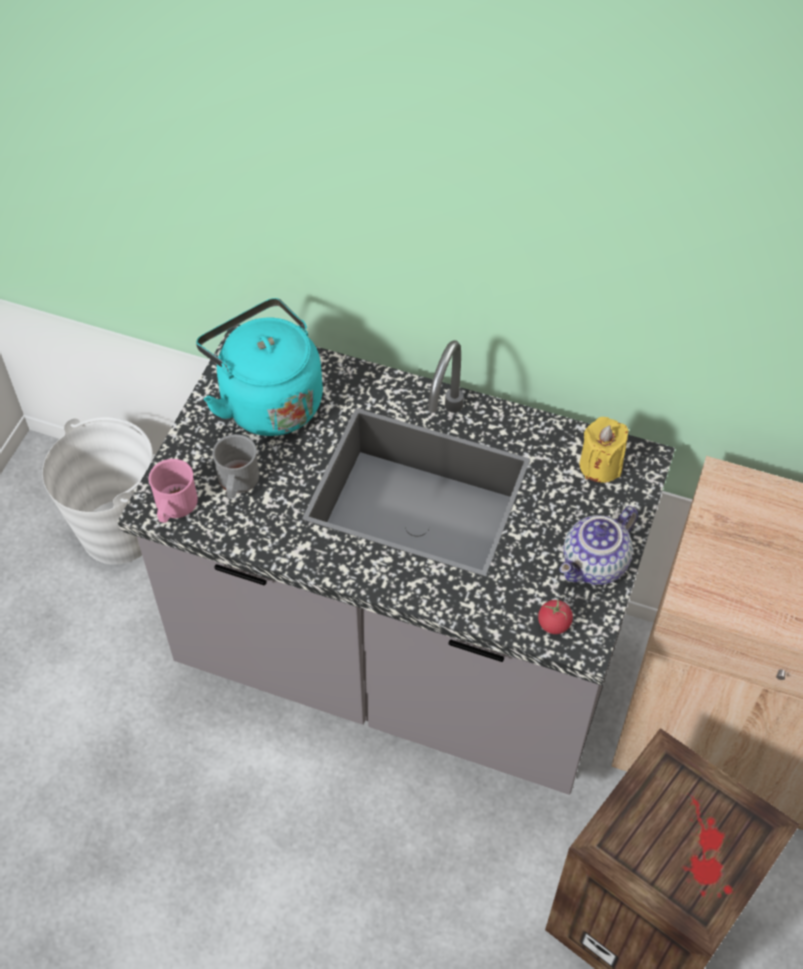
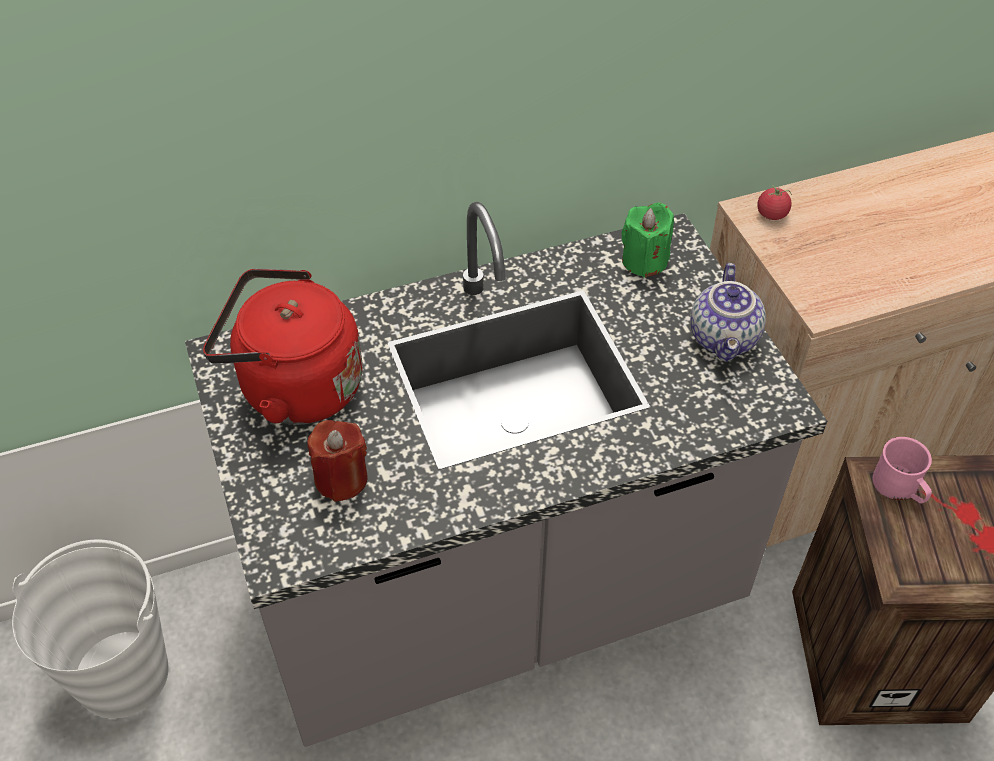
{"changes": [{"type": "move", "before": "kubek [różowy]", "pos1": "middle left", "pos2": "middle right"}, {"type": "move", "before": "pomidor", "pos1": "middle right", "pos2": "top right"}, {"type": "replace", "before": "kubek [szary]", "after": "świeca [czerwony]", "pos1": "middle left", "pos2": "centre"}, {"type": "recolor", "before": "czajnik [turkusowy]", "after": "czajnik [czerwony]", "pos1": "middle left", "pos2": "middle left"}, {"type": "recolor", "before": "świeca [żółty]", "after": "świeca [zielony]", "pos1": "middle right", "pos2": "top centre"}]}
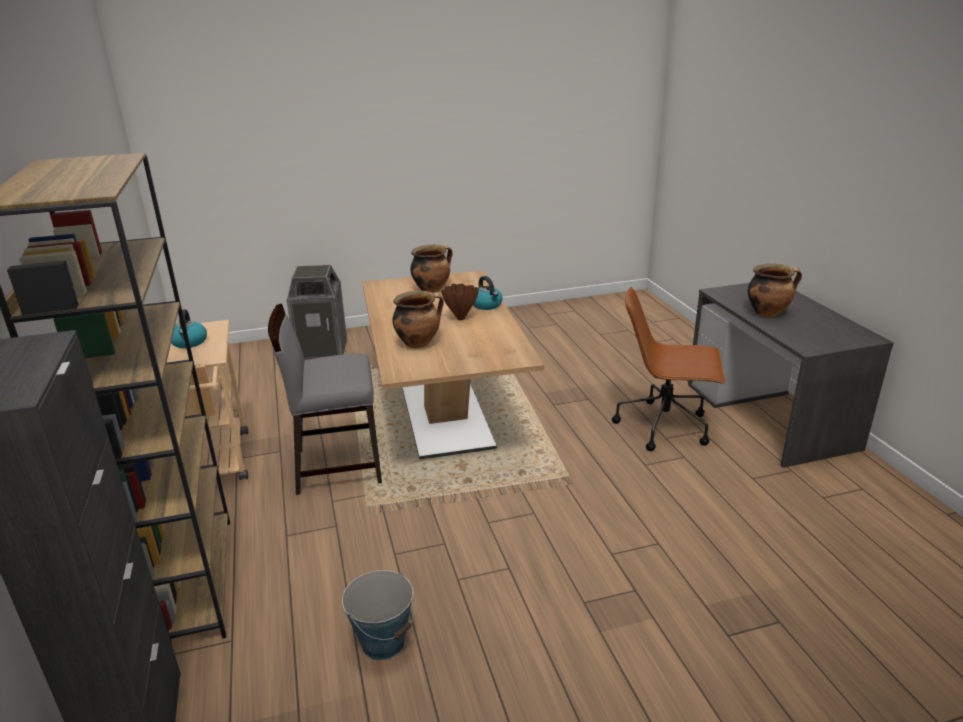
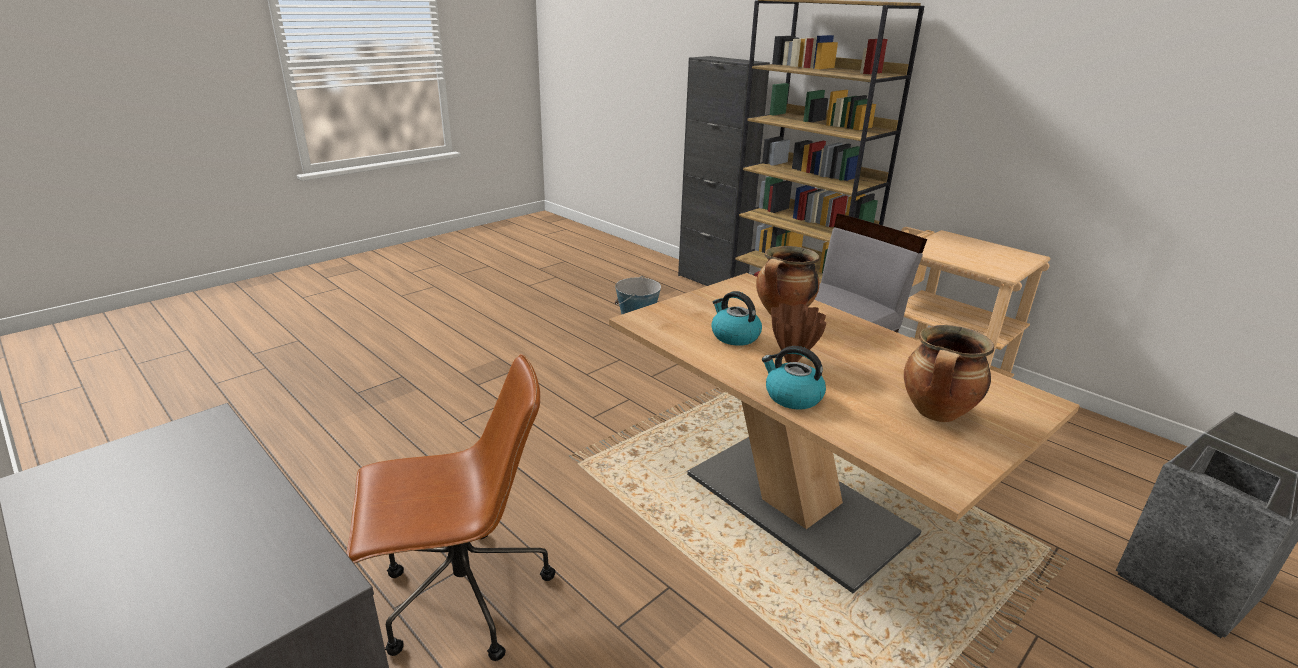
{"changes": [{"type": "delete", "before": "garnek (3rd from left)", "pos1": "middle right"}, {"type": "move", "before": "czajnik (1st from left)", "pos1": "middle left", "pos2": "centre"}]}
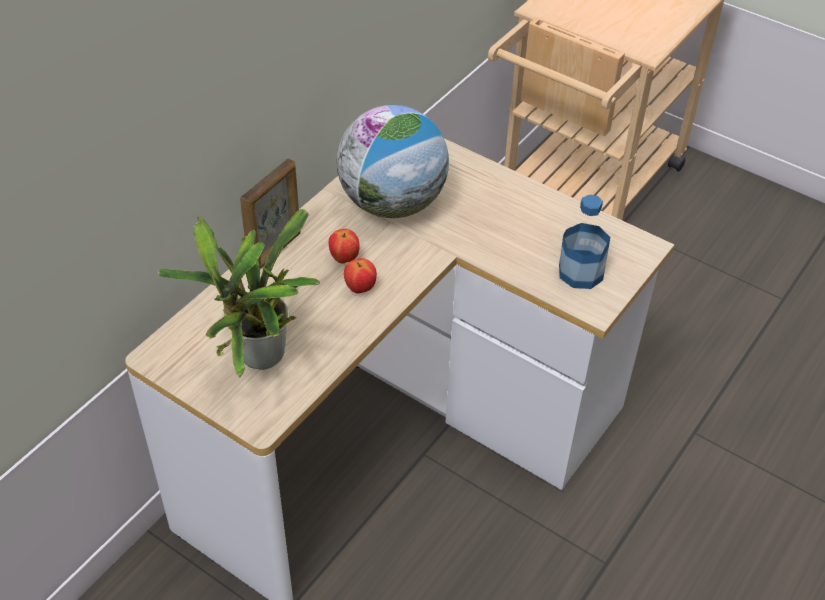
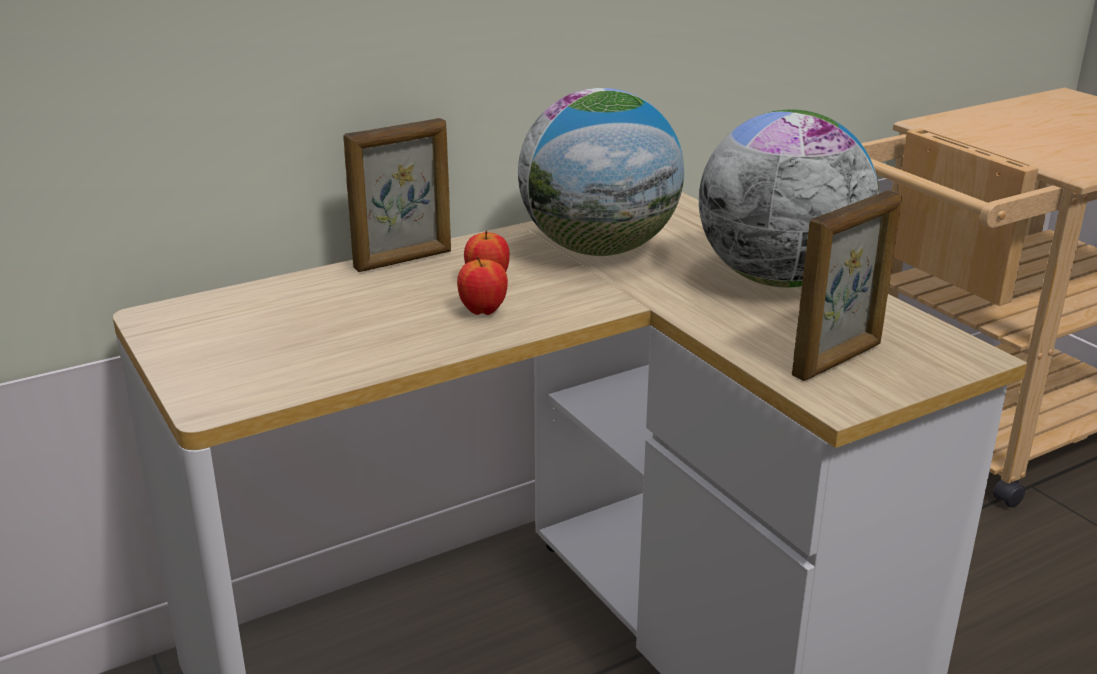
{"changes": [{"type": "delete", "before": "roślina doniczkowa", "pos1": "middle left"}, {"type": "insert", "after": "globus (2nd from left)", "pos2": "top right"}, {"type": "replace", "before": "butelka", "after": "ramka na zdjęcie (2nd from left)", "pos1": "middle right", "pos2": "middle right"}]}
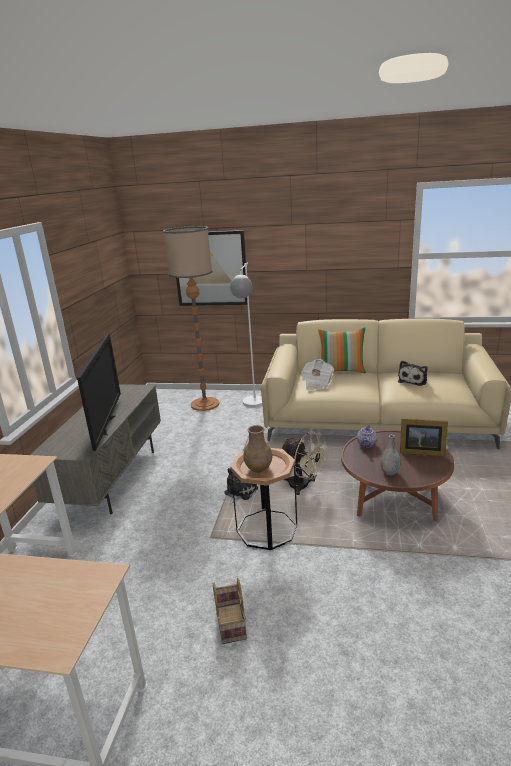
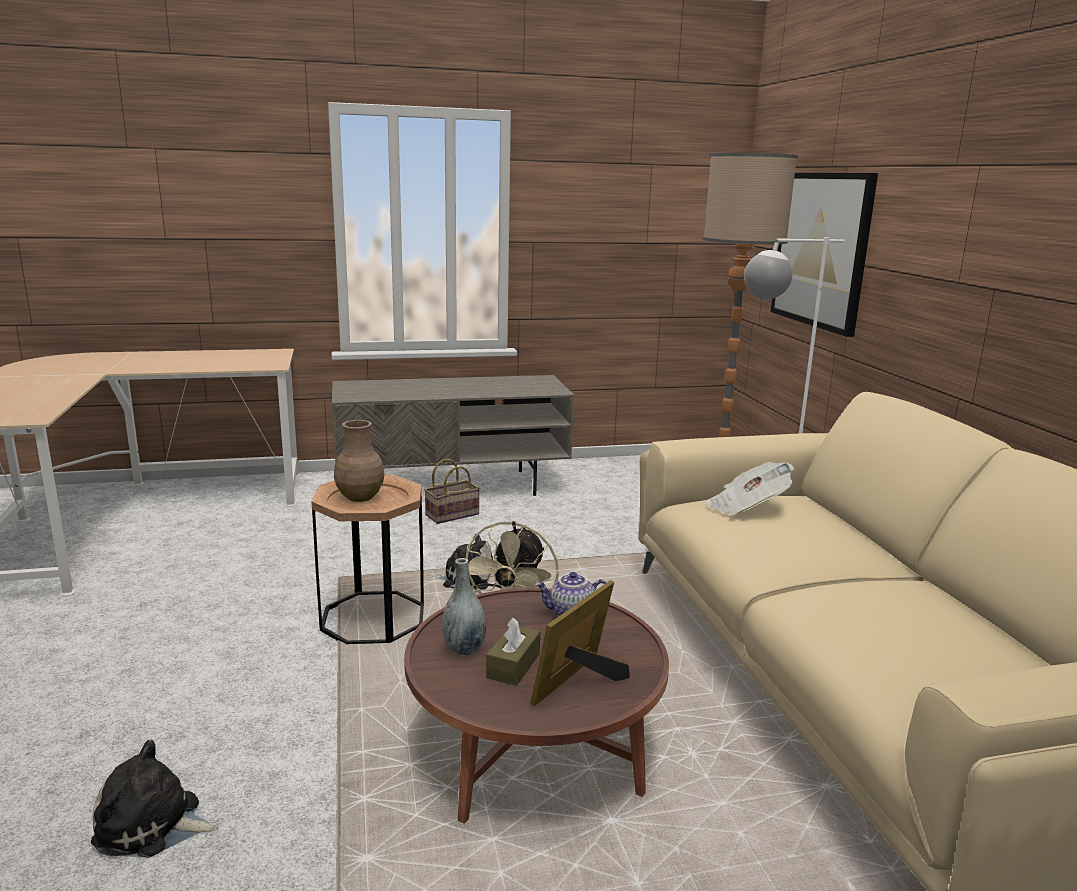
{"changes": [{"type": "delete", "before": "telewizor", "pos1": "middle left"}, {"type": "delete", "before": "poduszka", "pos1": "middle right"}, {"type": "insert", "after": "pudełko chusteczek [brązowy]", "pos2": "bottom centre"}, {"type": "move", "before": "koszyk", "pos1": "bottom centre", "pos2": "centre"}, {"type": "move", "before": "pluszak (2nd from left in the first image)", "after": "pluszak (1st from left)", "pos1": "middle right", "pos2": "bottom left"}, {"type": "rotate", "before": "ramka na zdjęcie", "pos1": "middle right", "pos2": "bottom centre", "turn": 45}]}
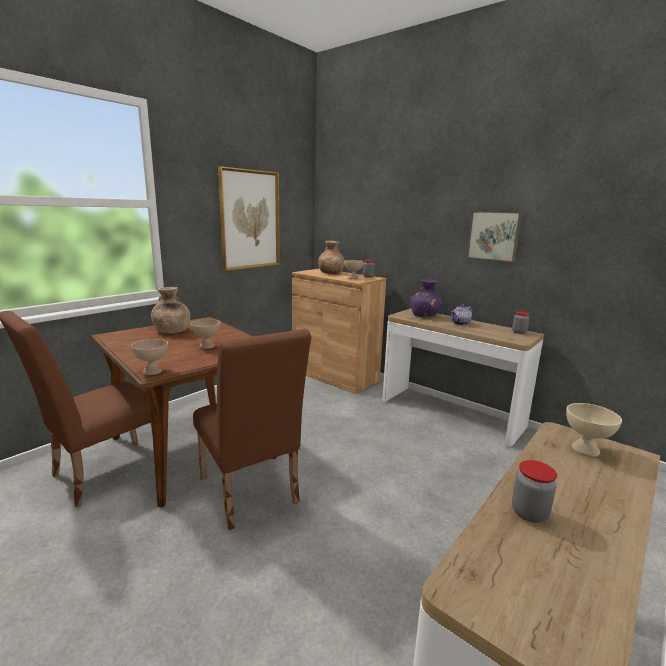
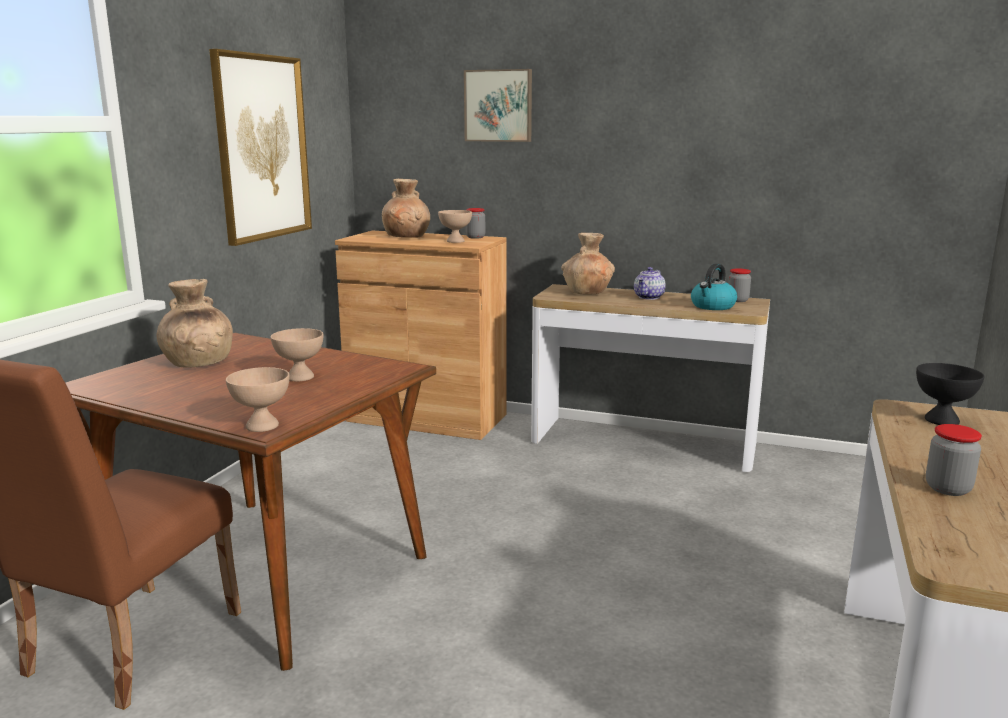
{"changes": [{"type": "delete", "before": "krzesło [brązowy] (2nd from left)", "pos1": "centre"}, {"type": "insert", "after": "czajnik", "pos2": "middle right"}, {"type": "move", "before": "obraz (2nd from left)", "pos1": "middle right", "pos2": "top centre"}, {"type": "recolor", "before": "wazon [fioletowy]", "after": "wazon [brązowy] (3rd from left)", "pos1": "centre", "pos2": "centre"}, {"type": "recolor", "before": "miska [beżowy] (4th from left)", "after": "miska [czarny]", "pos1": "middle right", "pos2": "middle right"}]}
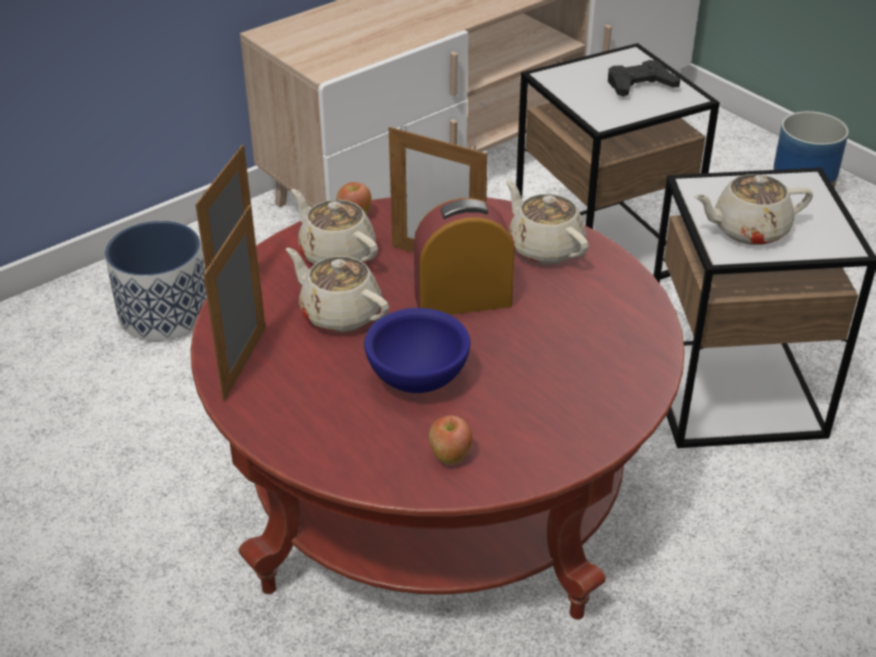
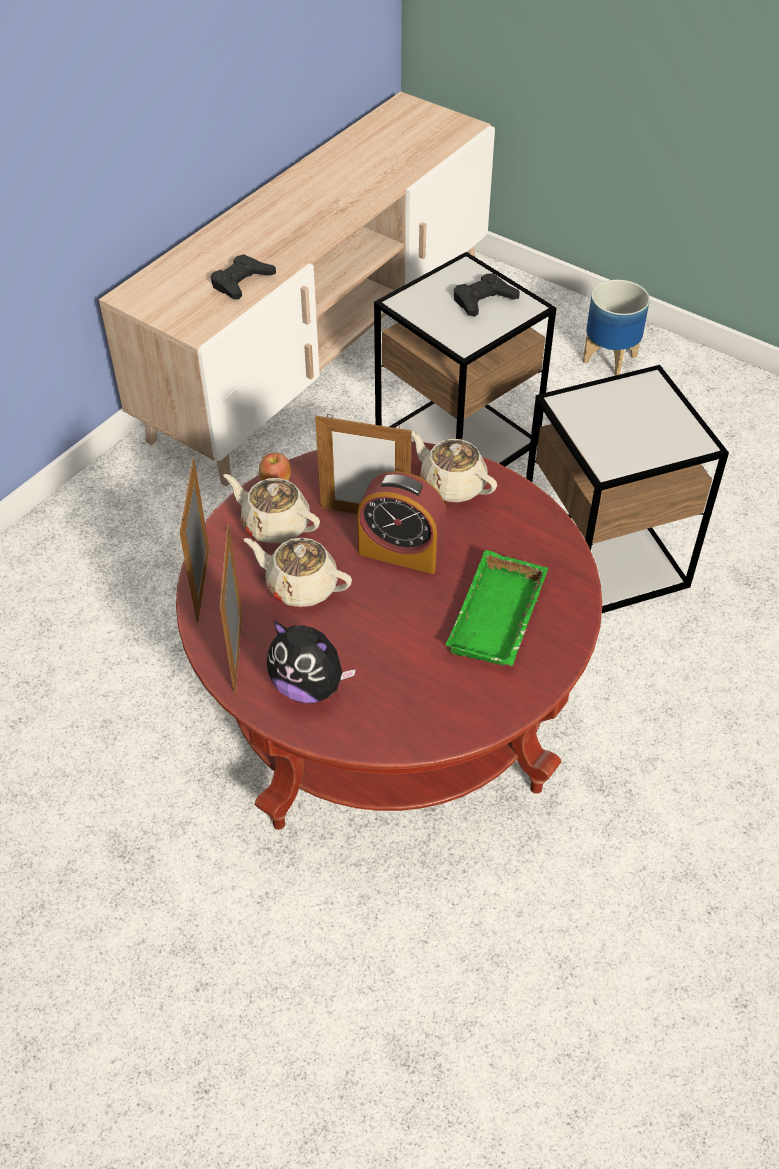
{"changes": [{"type": "delete", "before": "donica (1st from left)", "pos1": "middle left"}, {"type": "delete", "before": "miska [niebieski]", "pos1": "centre"}, {"type": "delete", "before": "jabłko (2nd from left)", "pos1": "bottom centre"}, {"type": "delete", "before": "imbryk [beżowy] (4th from left)", "pos1": "top right"}, {"type": "insert", "after": "pad do gier [czarny] (1st from left)", "pos2": "top left"}, {"type": "insert", "after": "pluszak", "pos2": "centre"}, {"type": "insert", "after": "taca [zielony]", "pos2": "centre"}, {"type": "rotate", "before": "budzik", "pos1": "centre", "pos2": "centre", "turn": -135}]}
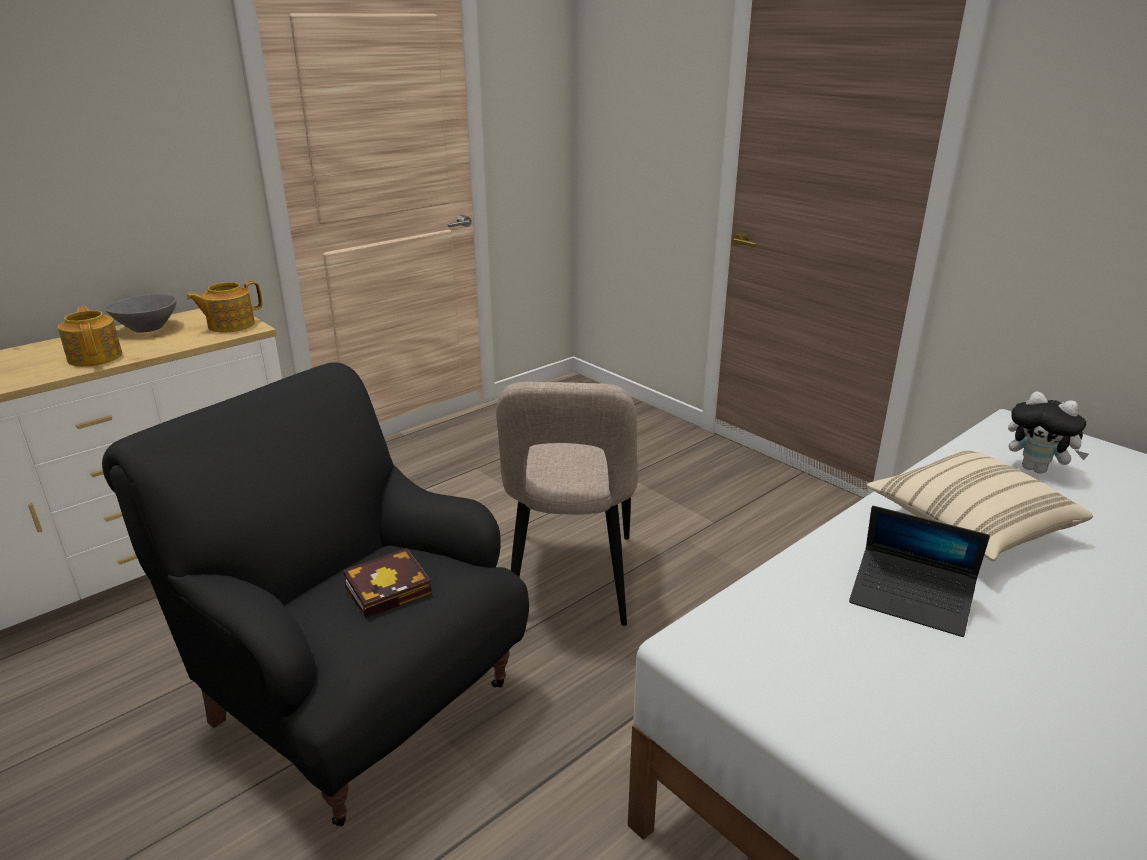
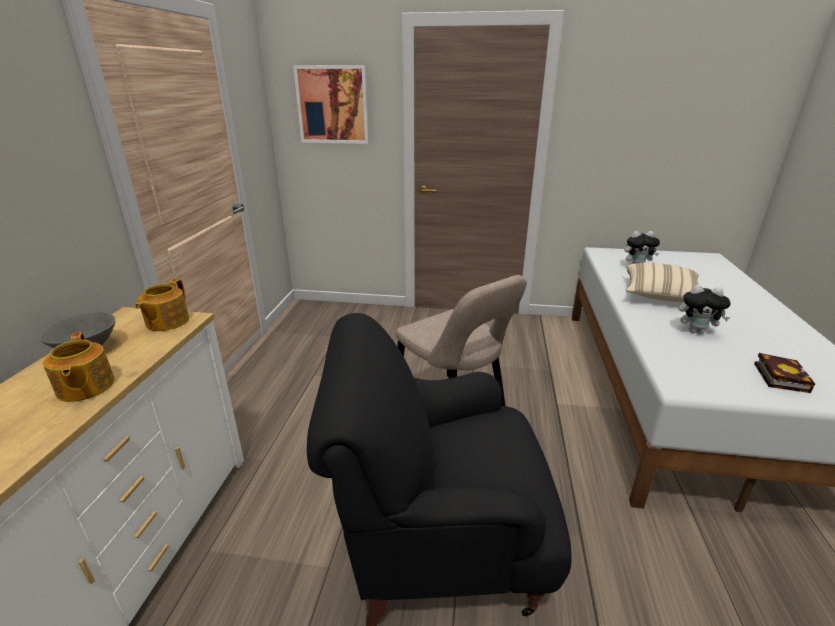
{"changes": [{"type": "insert", "after": "obraz", "pos2": "top centre"}, {"type": "move", "before": "książka", "pos1": "bottom centre", "pos2": "middle right"}, {"type": "replace", "before": "laptop", "after": "pluszak (2nd from left)", "pos1": "middle right", "pos2": "middle right"}, {"type": "rotate", "before": "imbryk (1st from left)", "pos1": "middle left", "pos2": "middle left", "turn": -135}]}
